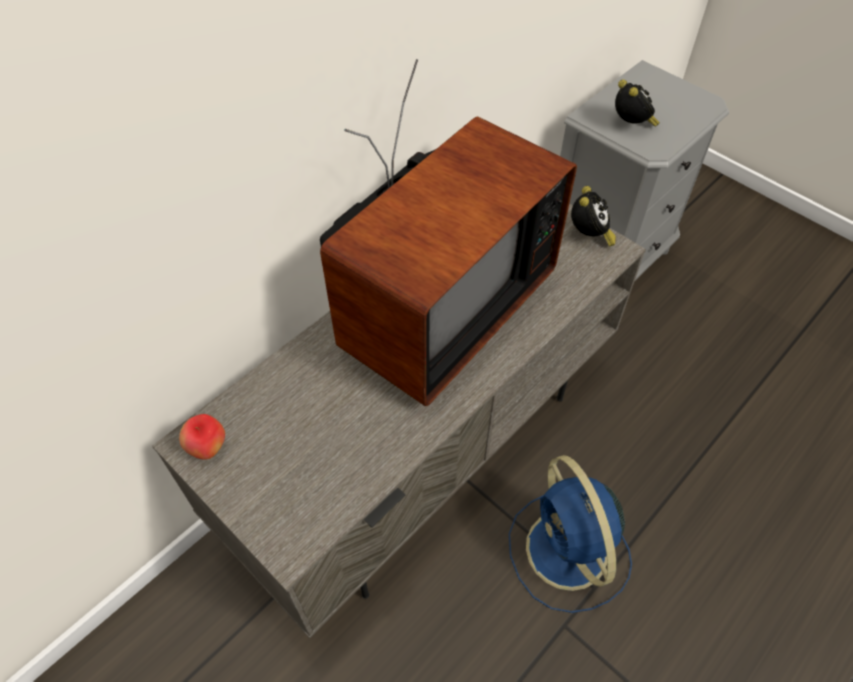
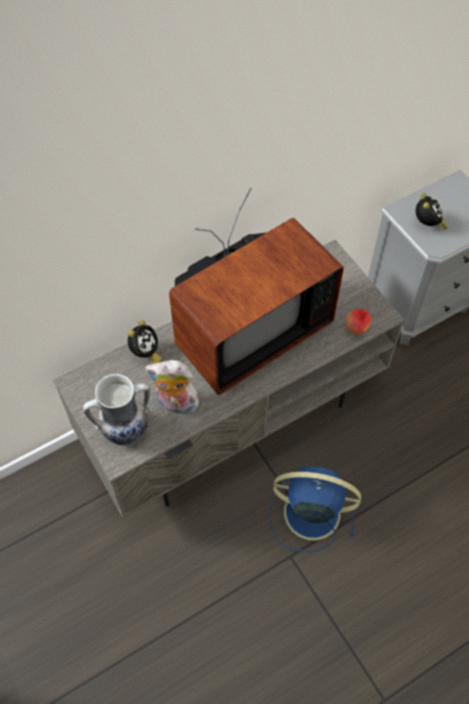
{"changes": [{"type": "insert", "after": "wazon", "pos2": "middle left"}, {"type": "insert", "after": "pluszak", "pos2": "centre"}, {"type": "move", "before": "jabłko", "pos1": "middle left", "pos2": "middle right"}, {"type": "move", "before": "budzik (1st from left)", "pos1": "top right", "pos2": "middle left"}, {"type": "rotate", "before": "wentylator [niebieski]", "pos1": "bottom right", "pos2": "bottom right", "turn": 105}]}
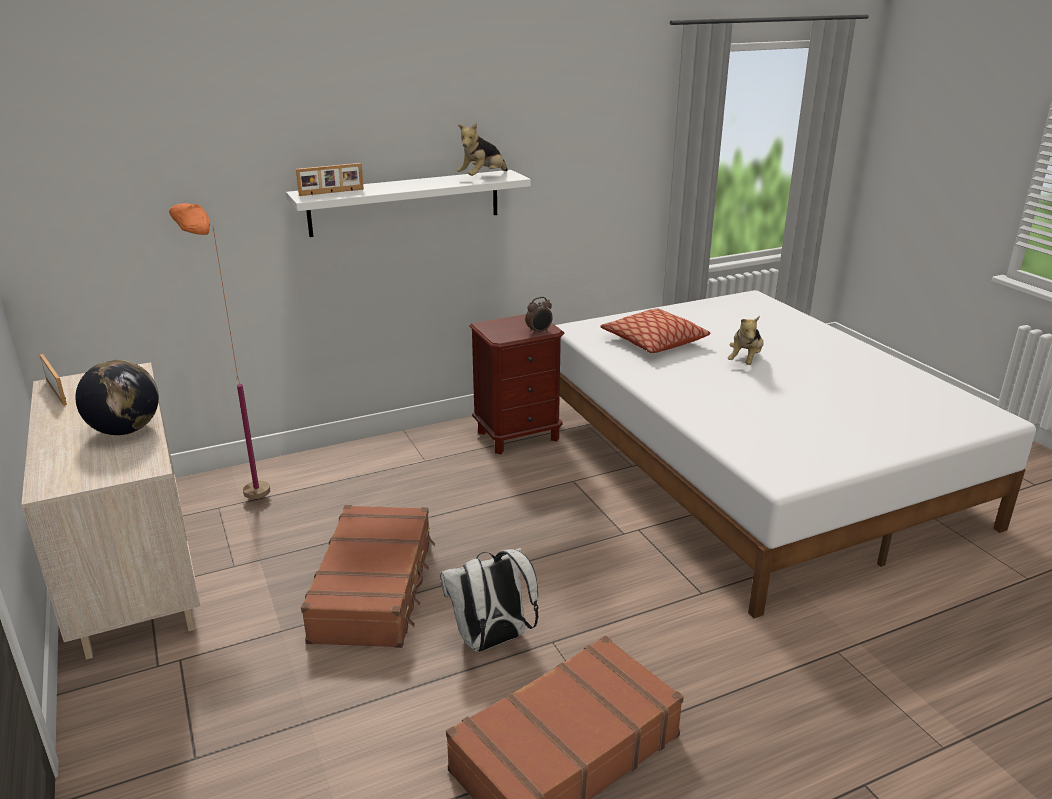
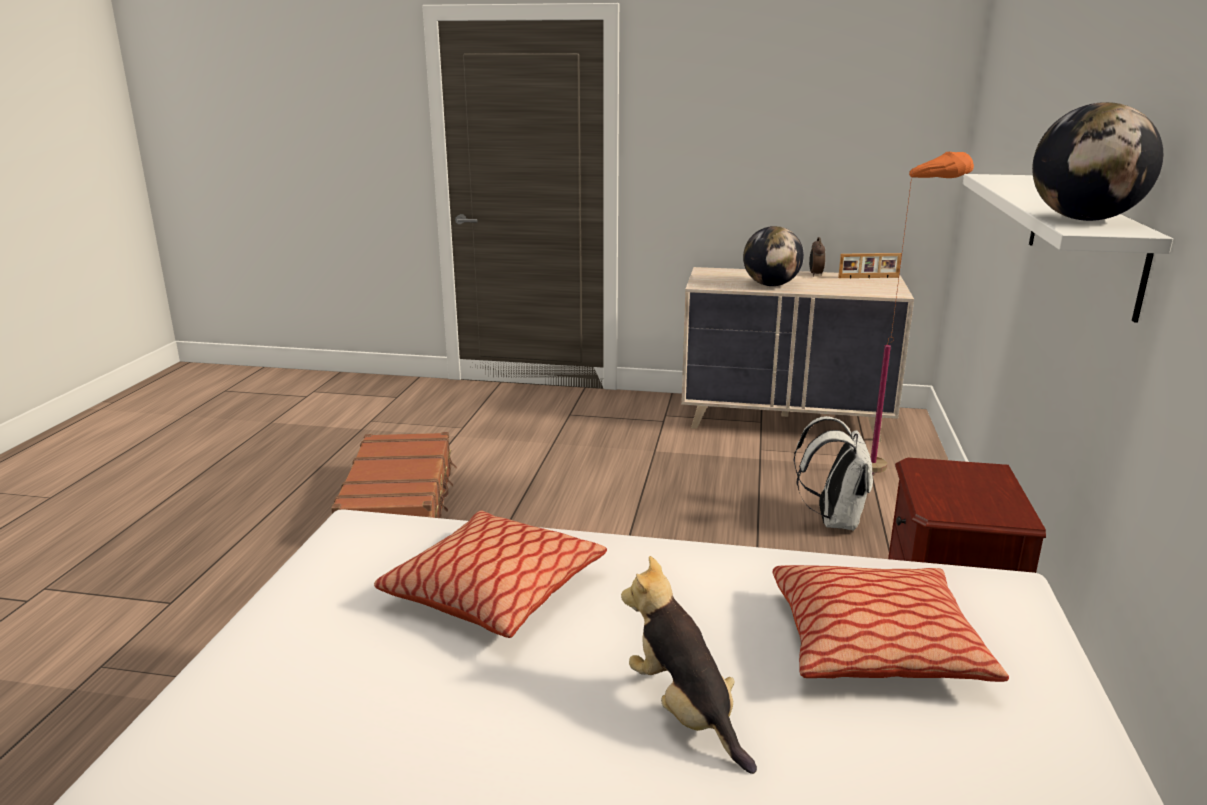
{"changes": [{"type": "delete", "before": "ramka na zdjęcie (2nd from left)", "pos1": "top left"}, {"type": "delete", "before": "walizka [brązowy] (1st from left)", "pos1": "bottom centre"}, {"type": "insert", "after": "poduszka (1st from left)", "pos2": "bottom centre"}, {"type": "move", "before": "plecak [biały]", "pos1": "bottom centre", "pos2": "middle right"}, {"type": "move", "before": "budzik", "pos1": "centre", "pos2": "top right"}, {"type": "replace", "before": "pluszak (1st from left)", "after": "globus (2nd from left)", "pos1": "top centre", "pos2": "top right"}]}
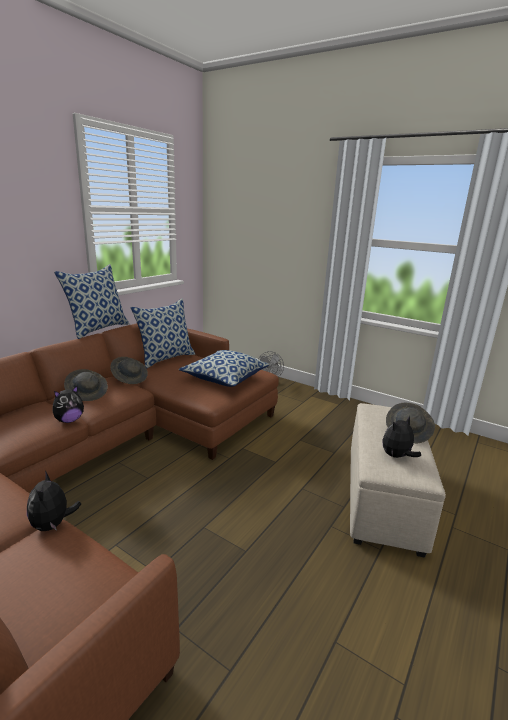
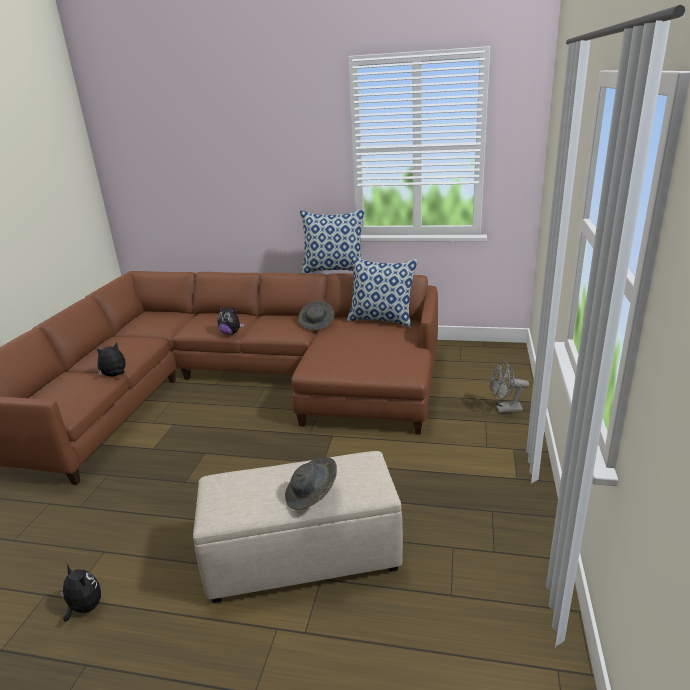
{"changes": [{"type": "delete", "before": "kapelusz [szary] (1st from left)", "pos1": "middle left"}, {"type": "delete", "before": "poduszka (3rd from left)", "pos1": "centre"}, {"type": "move", "before": "pluszak (3rd from left in the first image)", "after": "pluszak (1st from left)", "pos1": "middle right", "pos2": "bottom left"}]}
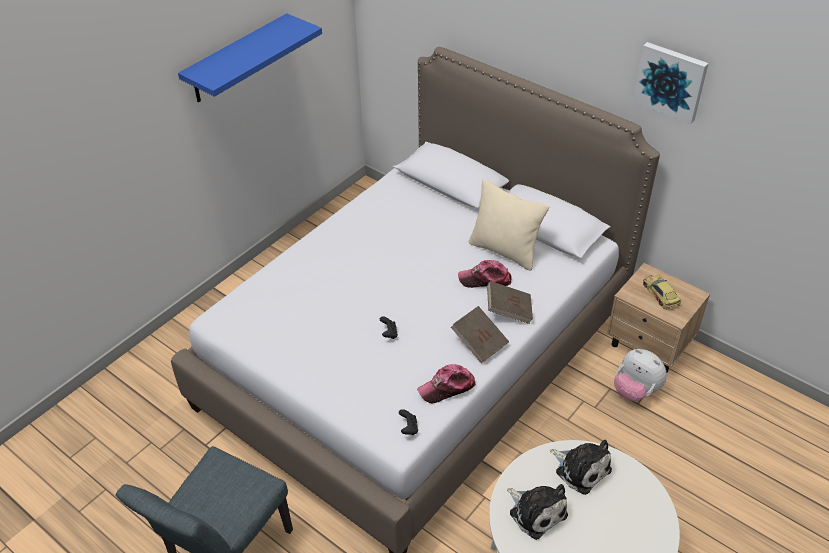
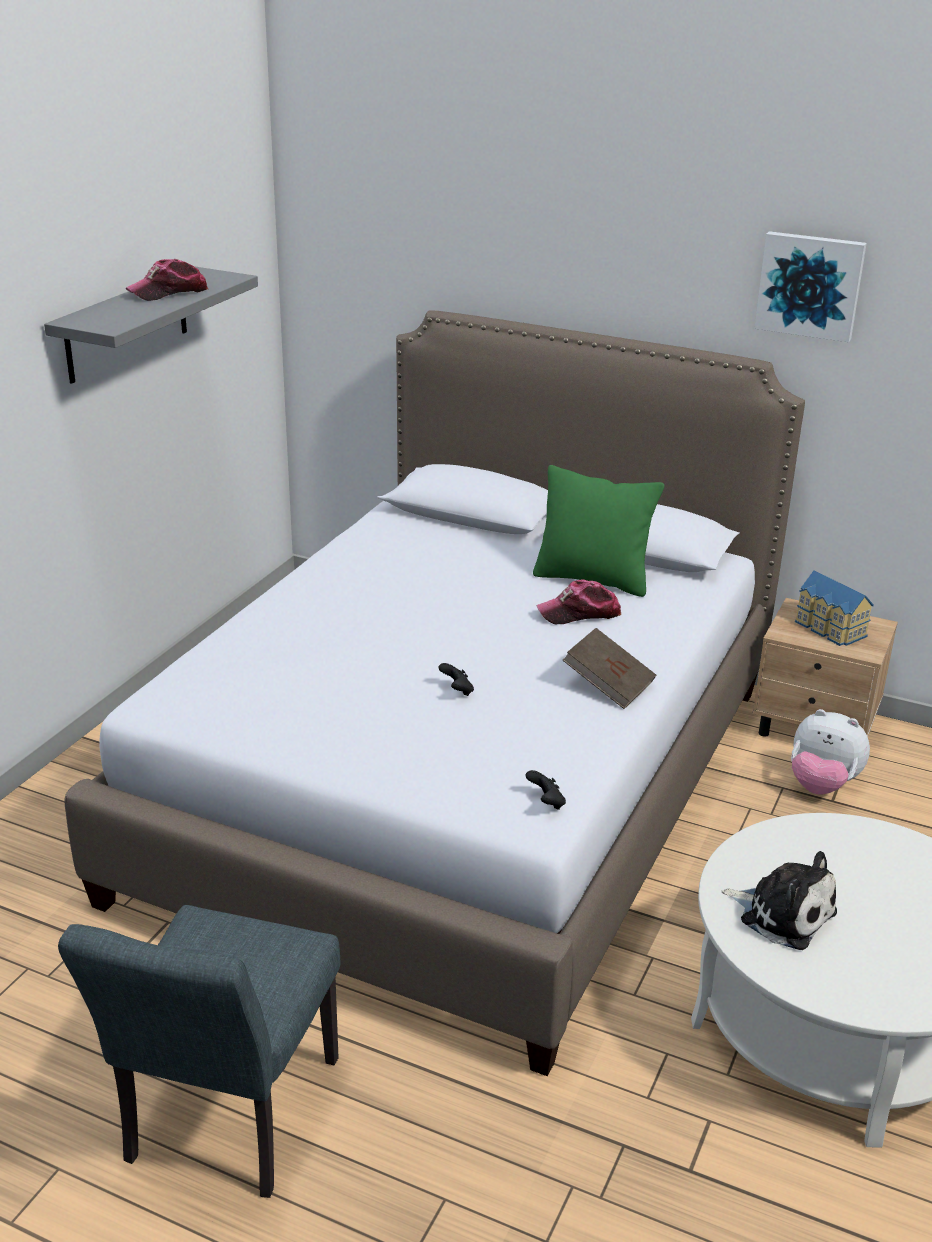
{"changes": [{"type": "delete", "before": "książka [brązowy] (2nd from left)", "pos1": "centre"}, {"type": "delete", "before": "pluszak (2nd from left)", "pos1": "bottom right"}, {"type": "move", "before": "czapka z daszkiem (1st from left)", "pos1": "bottom centre", "pos2": "top left"}, {"type": "replace", "before": "samochodzik", "after": "domek", "pos1": "middle right", "pos2": "middle right"}, {"type": "recolor", "before": "półka [niebieski]", "after": "półka [szary]", "pos1": "top left", "pos2": "top left"}, {"type": "recolor", "before": "poduszka [beżowy]", "after": "poduszka [zielony]", "pos1": "centre", "pos2": "centre"}]}
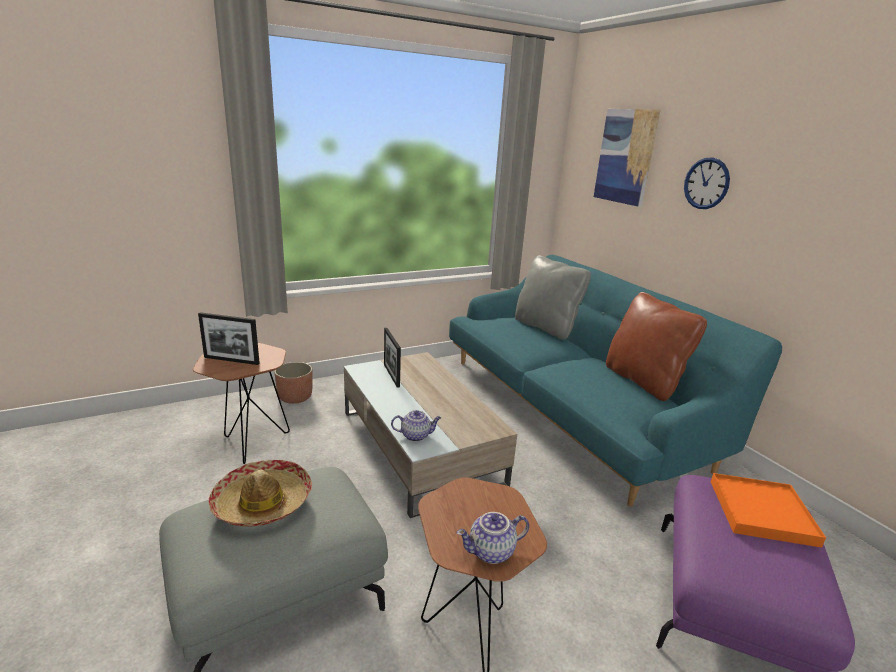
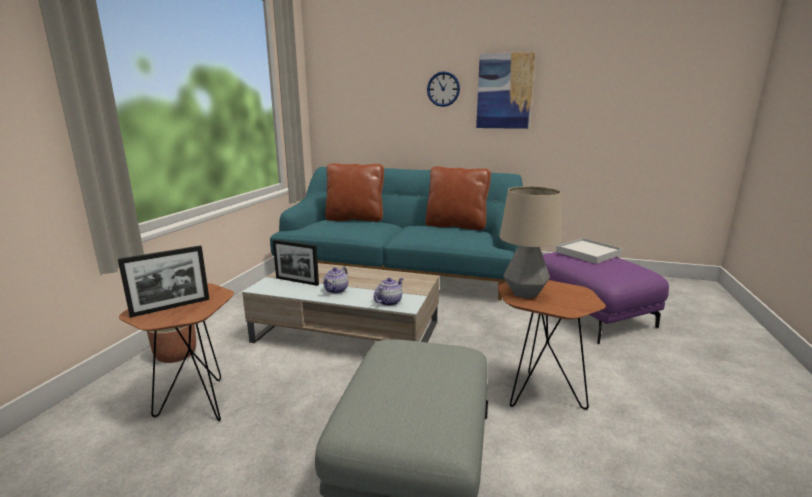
{"changes": [{"type": "delete", "before": "kapelusz", "pos1": "bottom left"}, {"type": "insert", "after": "lampa stołowa", "pos2": "centre"}, {"type": "move", "before": "imbryk (2nd from left in the first image)", "after": "imbryk (1st from left)", "pos1": "bottom centre", "pos2": "centre"}, {"type": "move", "before": "obraz", "pos1": "top right", "pos2": "top centre"}, {"type": "recolor", "before": "poduszka [szary]", "after": "poduszka [brązowy] (1st from left)", "pos1": "centre", "pos2": "centre"}, {"type": "recolor", "before": "taca [pomarańczowy]", "after": "taca [biały]", "pos1": "bottom right", "pos2": "middle right"}]}
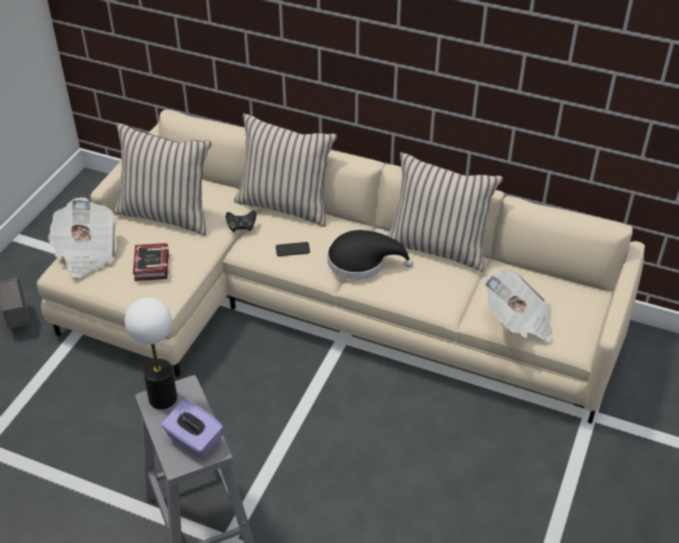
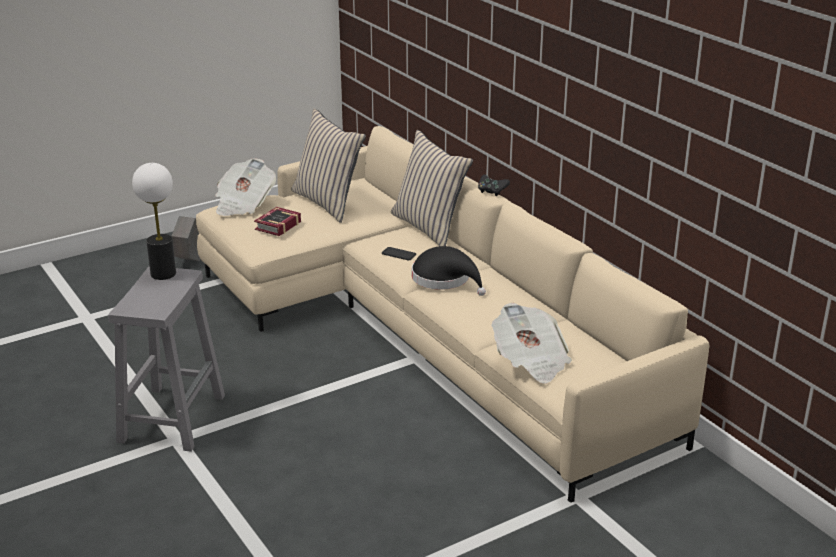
{"changes": [{"type": "delete", "before": "pudełko chusteczek [fioletowy]", "pos1": "bottom left"}, {"type": "delete", "before": "poduszka [beżowy] (3rd from left)", "pos1": "centre"}, {"type": "move", "before": "pad do gier [czarny]", "pos1": "centre", "pos2": "top centre"}]}
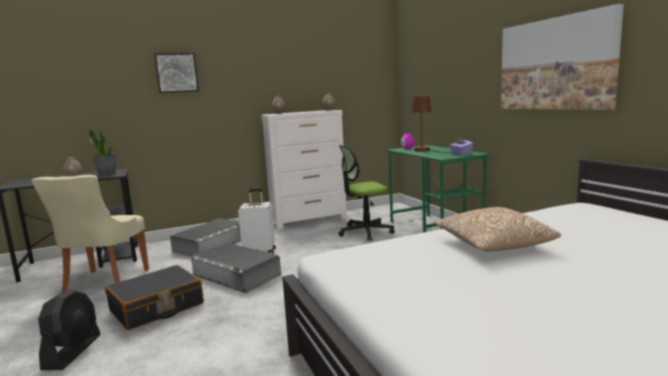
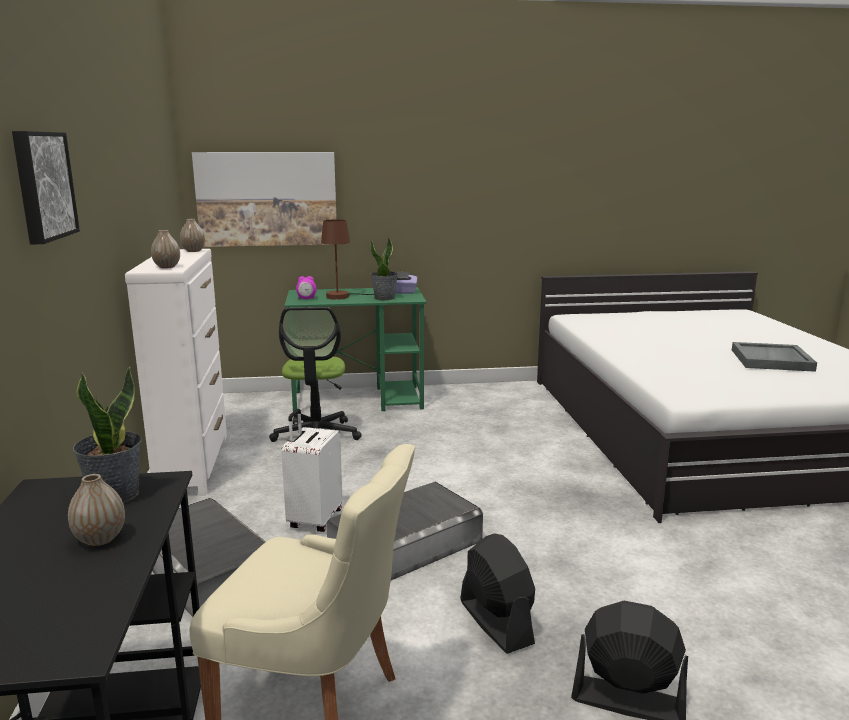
{"changes": [{"type": "delete", "before": "poduszka", "pos1": "middle right"}, {"type": "insert", "after": "roślina doniczkowa (2nd from left)", "pos2": "centre"}, {"type": "insert", "after": "taca [szary]", "pos2": "middle right"}, {"type": "move", "before": "obraz (2nd from left)", "pos1": "top right", "pos2": "top left"}, {"type": "replace", "before": "walizka [czarny]", "after": "wentylator [czarny] (1st from left)", "pos1": "bottom left", "pos2": "bottom centre"}]}
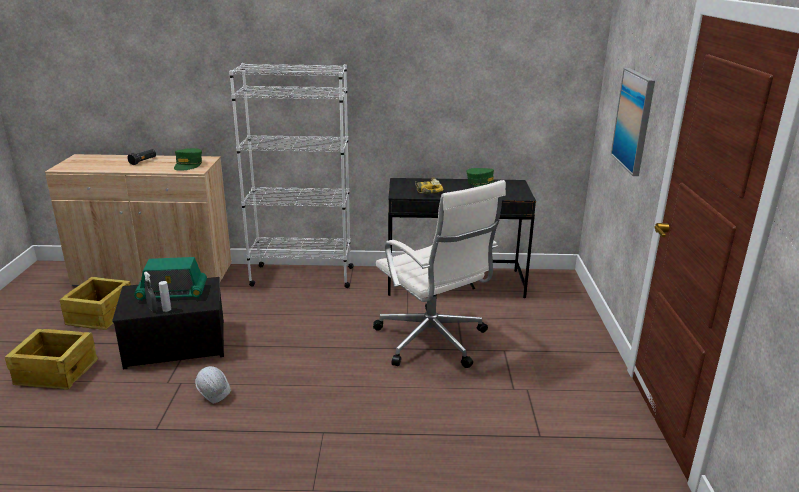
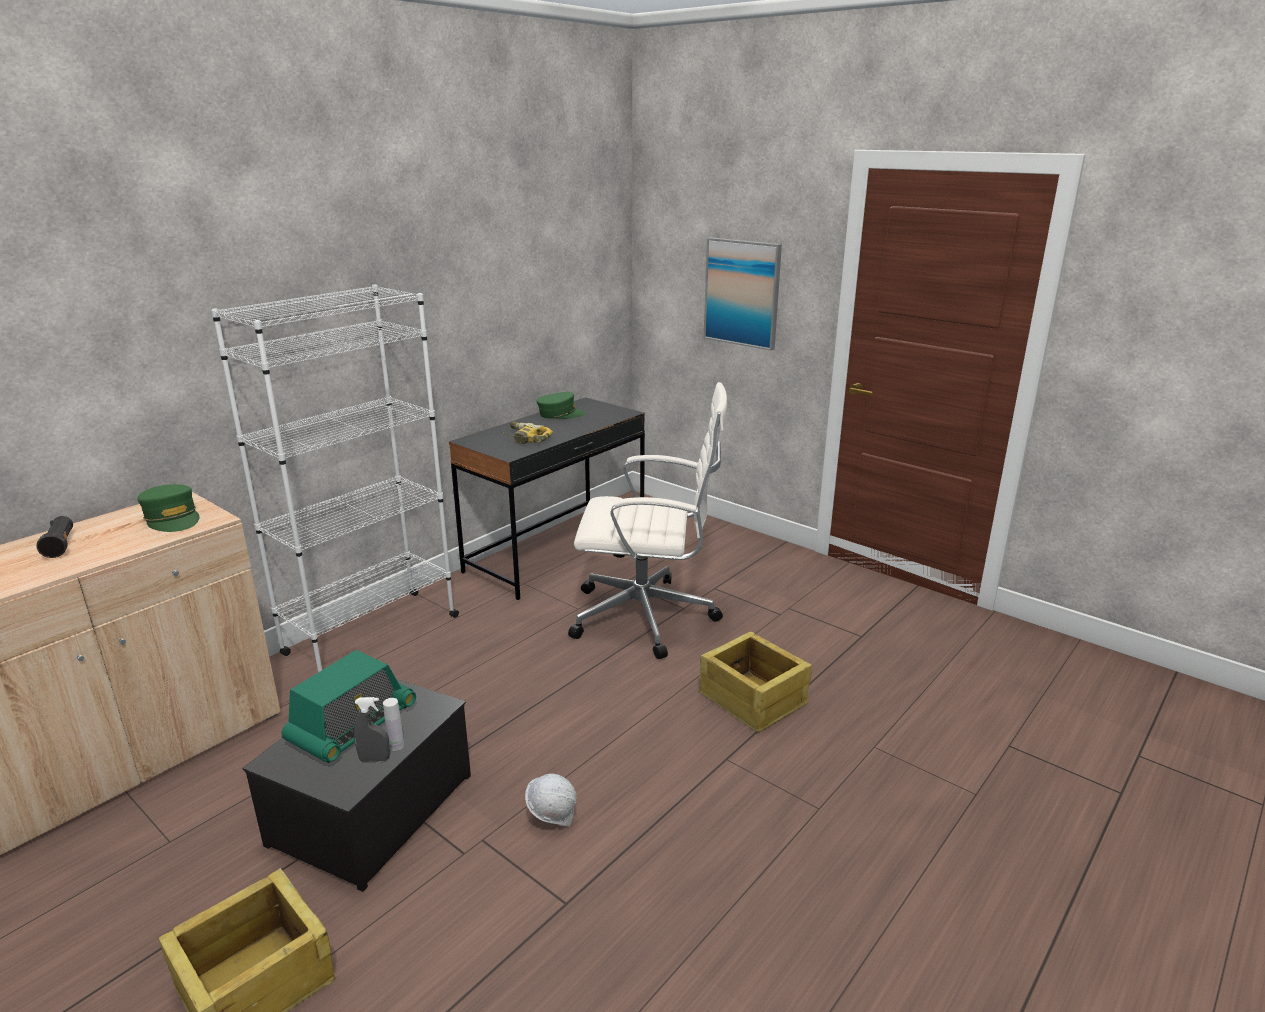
{"changes": [{"type": "move", "before": "skrzynka (2nd from left)", "pos1": "middle left", "pos2": "bottom centre"}]}
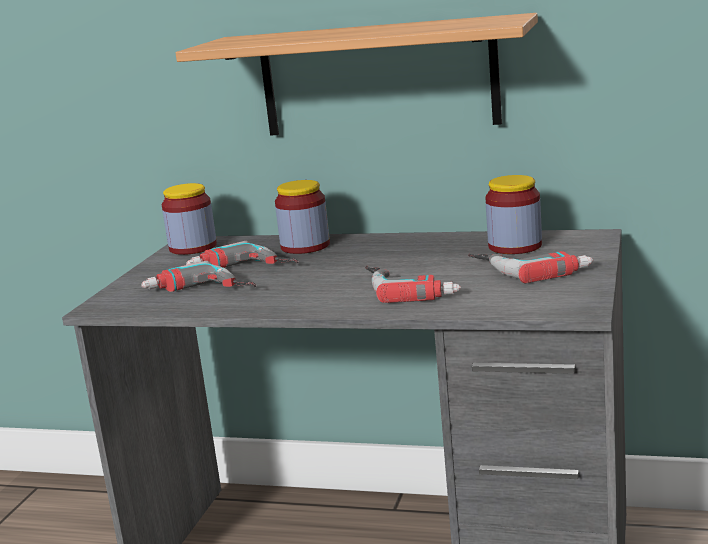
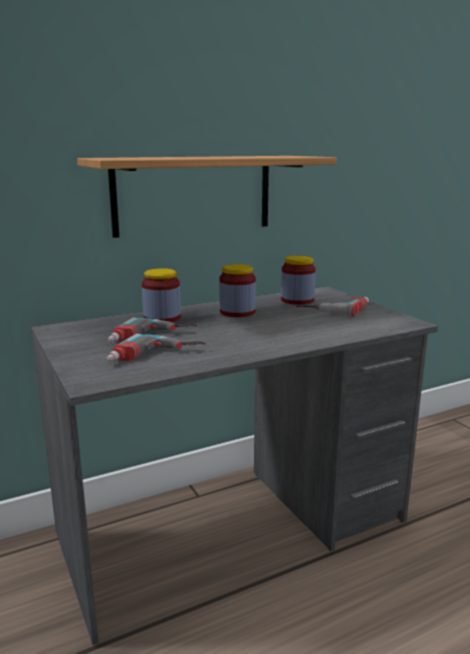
{"changes": [{"type": "delete", "before": "wiertarka (3rd from left)", "pos1": "centre"}, {"type": "move", "before": "słoik (1st from left in the first image)", "after": "słoik (2nd from left)", "pos1": "middle left", "pos2": "centre"}]}
